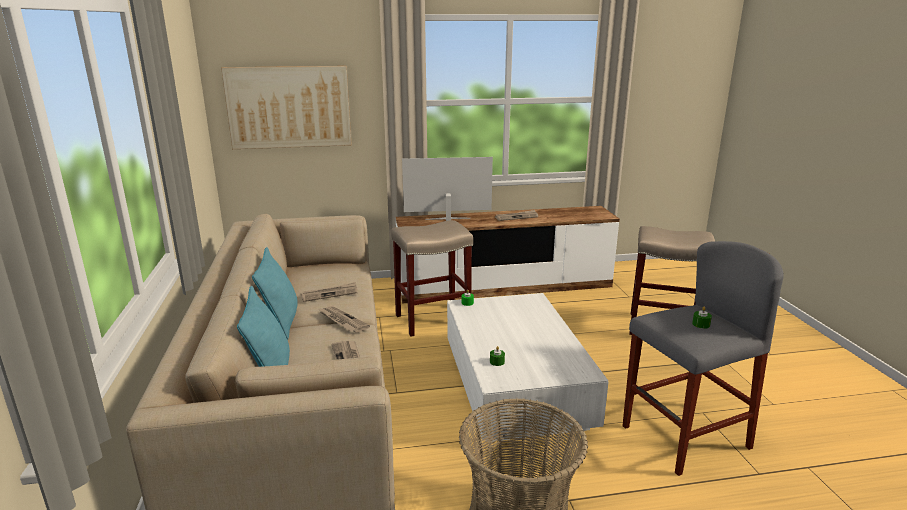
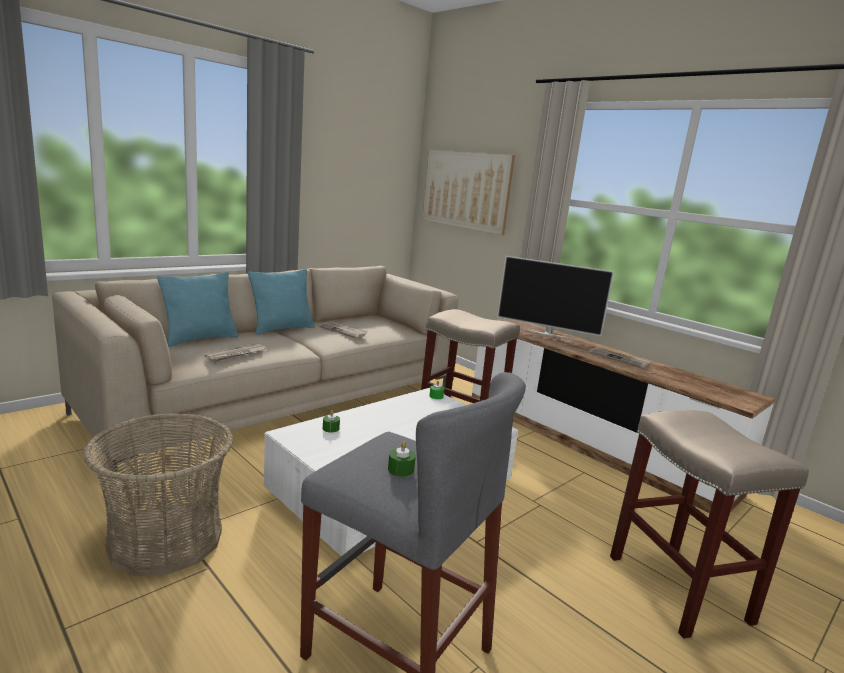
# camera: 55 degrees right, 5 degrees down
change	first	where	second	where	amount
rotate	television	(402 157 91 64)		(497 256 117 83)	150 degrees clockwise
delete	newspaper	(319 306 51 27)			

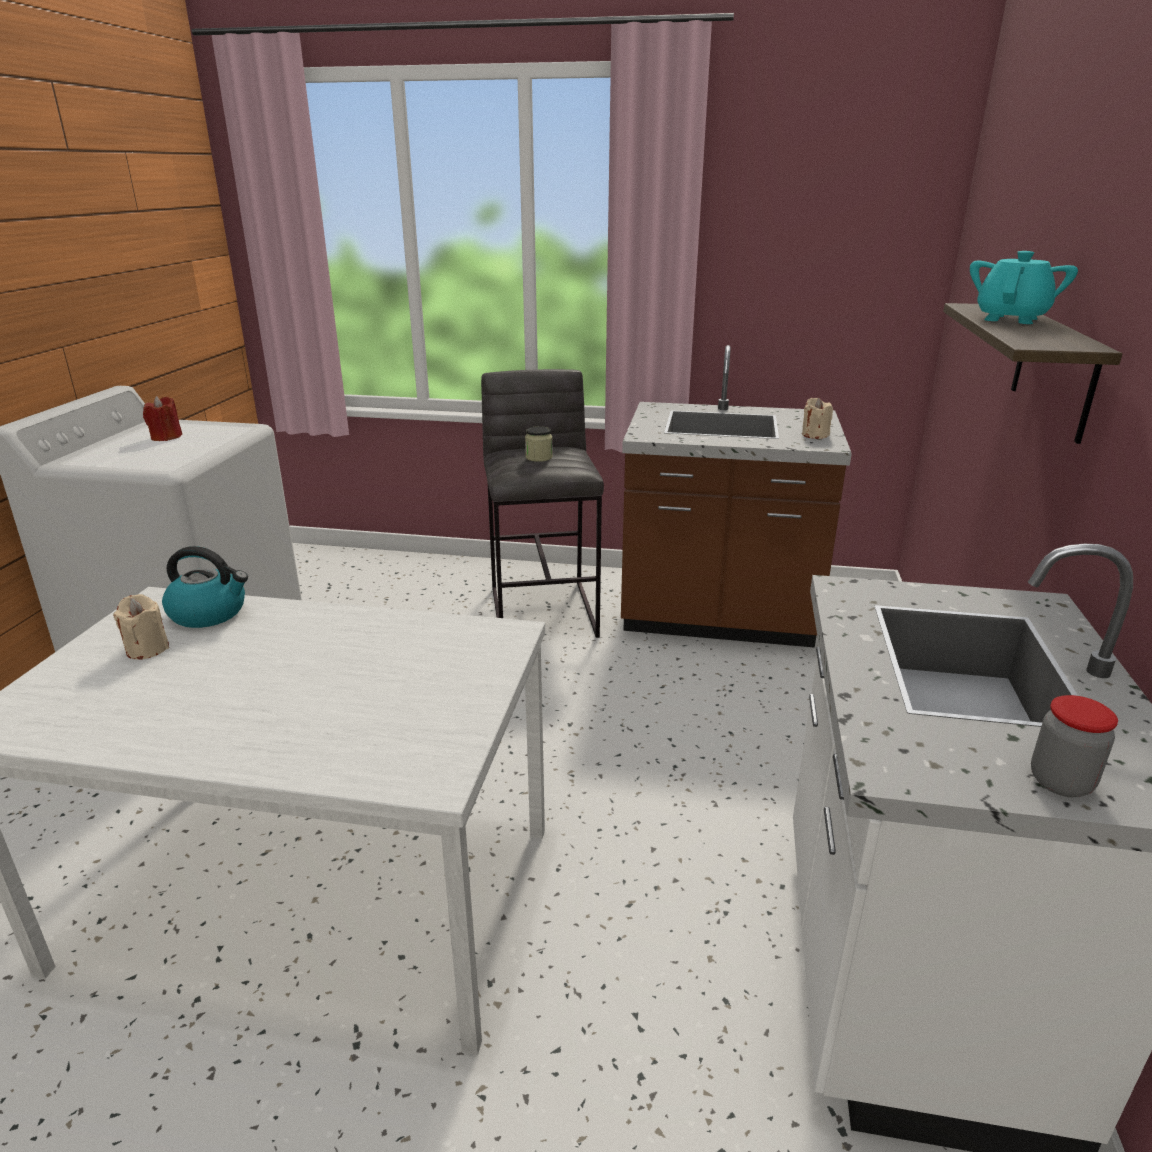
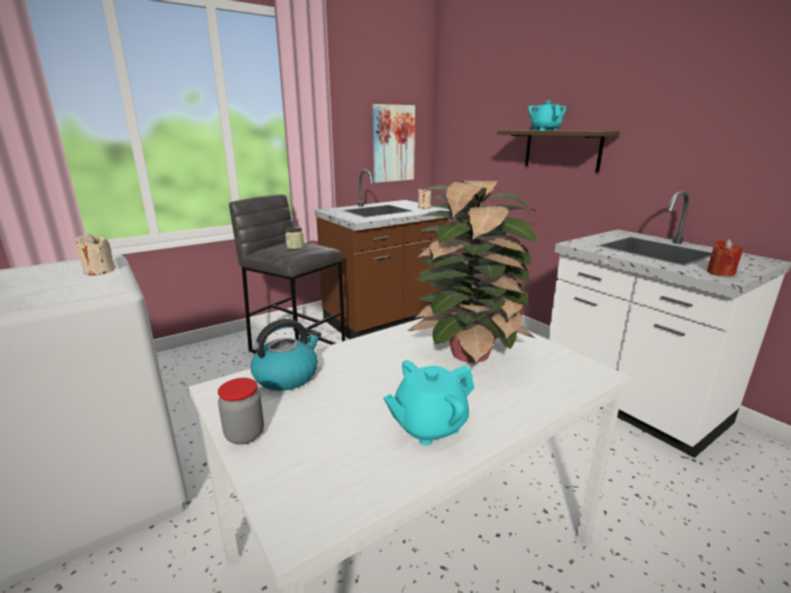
# camera: 45 degrees left, 5 degrees down
change	first	where	second	where	amount
move	candle/red	(143 396 39 45)		(707 239 36 38)	
move	candle/beige	(113 594 56 65)		(76 234 39 41)	
move	jar	(1031 695 87 102)		(218 378 46 67)	
insert			picture	(373 104 42 79)	
insert			potted plant	(408 181 129 184)	
insert			teapot/turquoise	(383 360 91 85)	

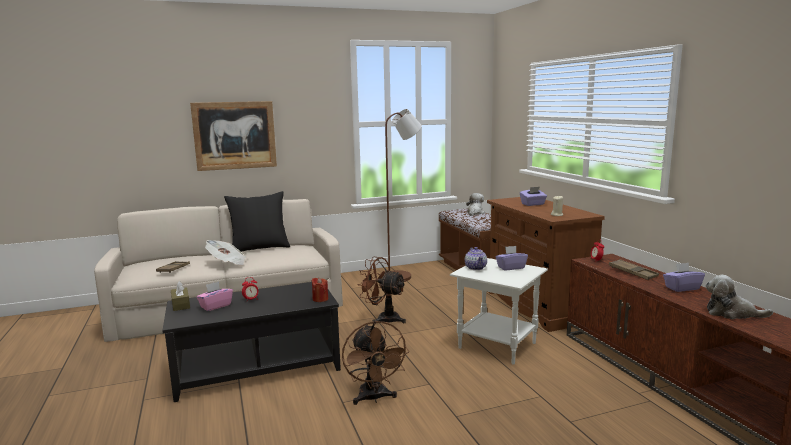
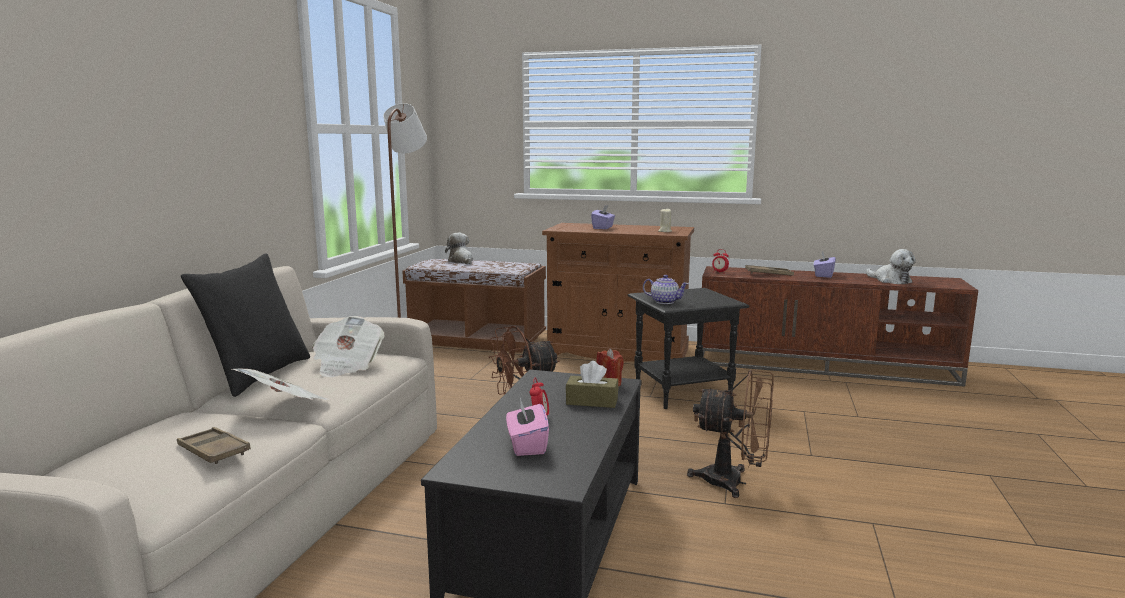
# camera: 55 degrees left, 0 degrees up
change	first	where	second	where	amount
delete	picture	(190 101 87 70)			
delete	tissue box/purple	(495 246 33 24)			
recolor	side table/white	(450 258 98 107)	side table/black	(628 288 121 121)	
rotate	plush toy	(706 275 67 44)		(866 249 50 35)	90 degrees counterclockwise
move	tissue box/brown	(171 281 19 30)		(566 361 52 47)	
insert			newspaper	(312 316 73 61)	

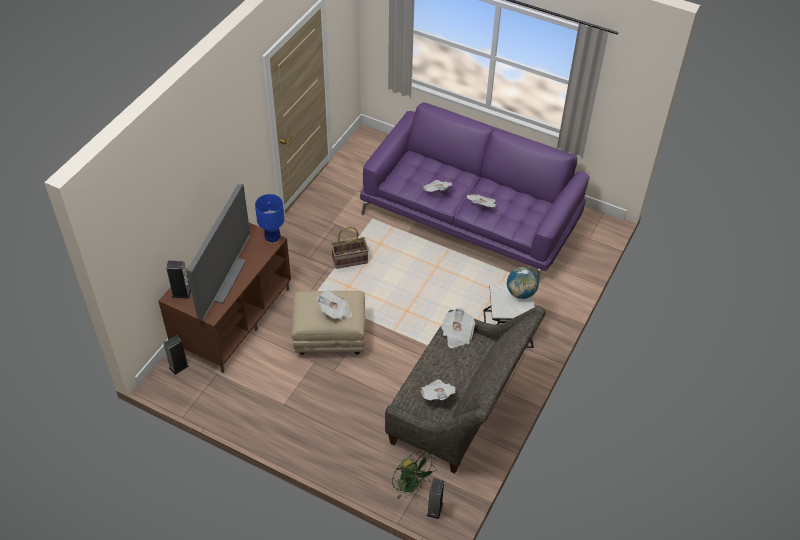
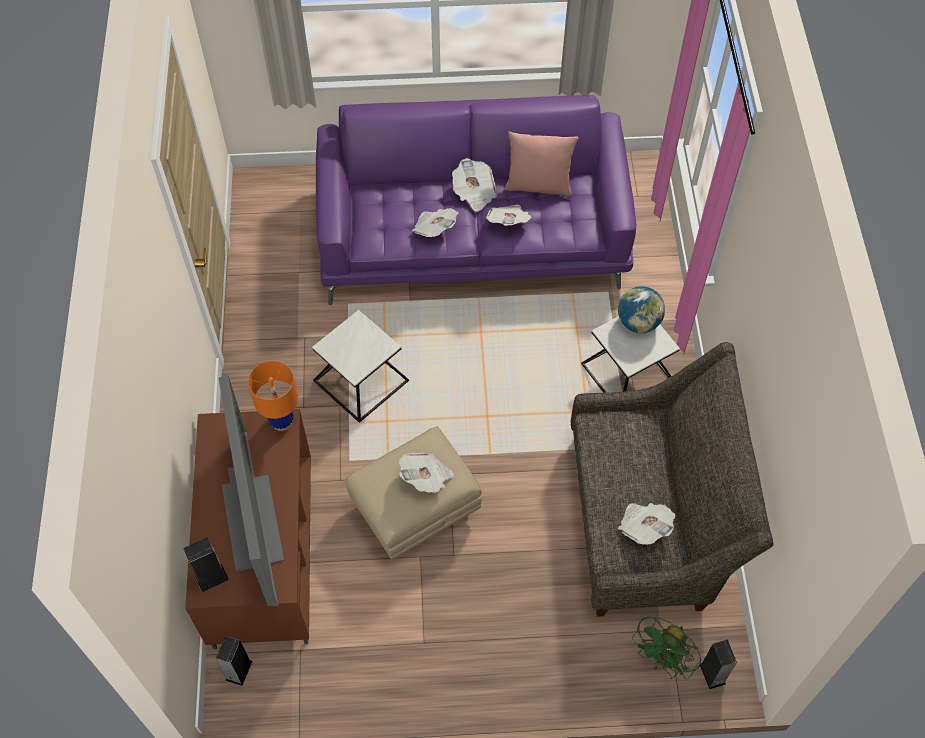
# camera: 30 degrees left, 10 degrees up
change	first	where	second	where	amount
recolor	table lamp/blue	(255 194 29 50)	table lamp/orange	(248 361 50 70)	
replace	basket	(331 227 38 42)	side table	(312 310 97 113)	
move	newspaper	(441 308 34 40)		(452 158 45 54)	
rotate	fan/green	(392 451 45 48)		(632 616 69 63)	105 degrees clockwise
insert			pillow/pink	(504 132 74 65)	

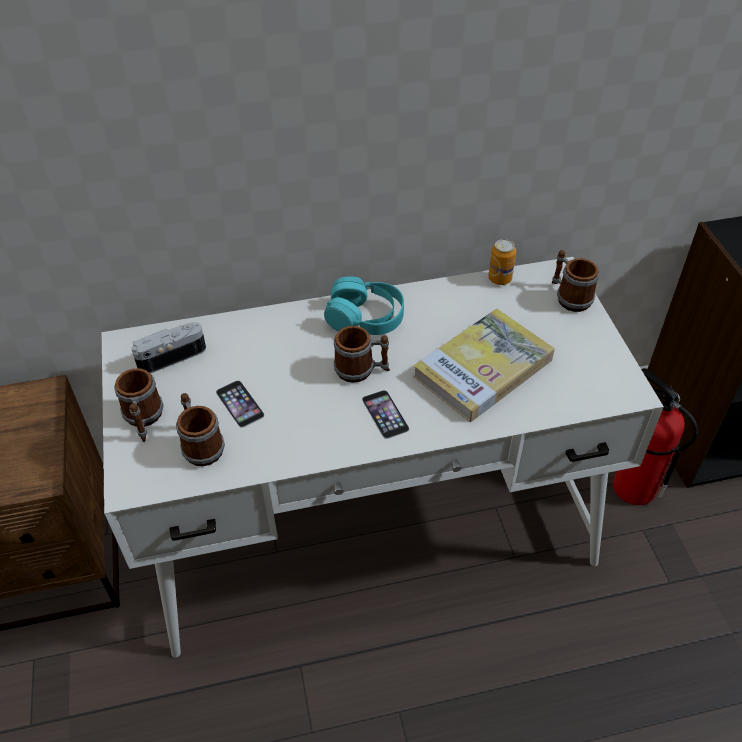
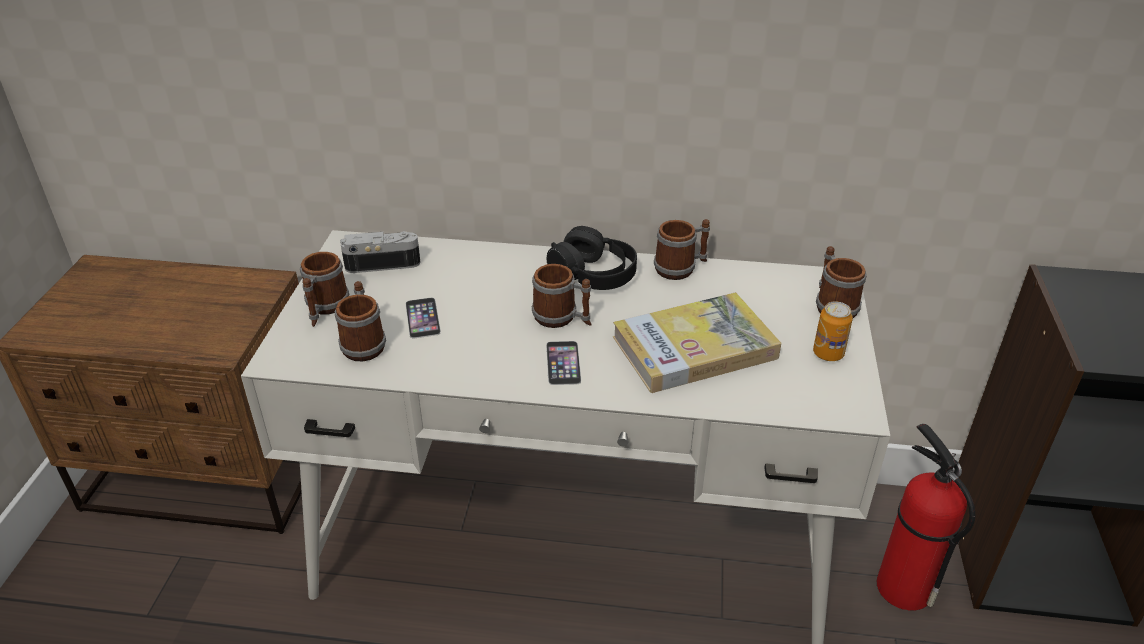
# camera: 20 degrees right, 10 degrees down
change	first	where	second	where	amount
move	can	(488 239 28 46)		(813 301 40 60)	
recolor	headphones/turquoise	(324 276 80 59)	headphones/black	(547 226 90 64)	
insert			mug	(654 219 56 61)	

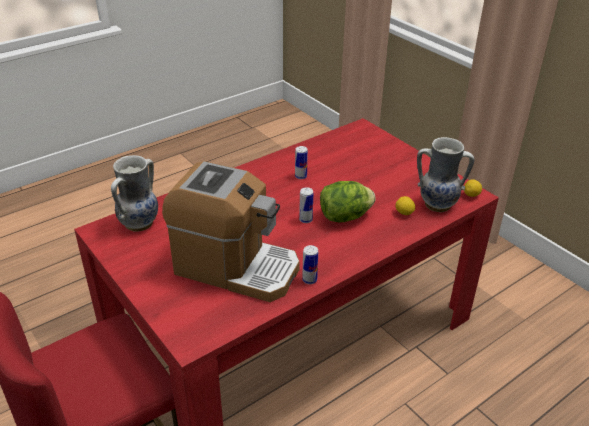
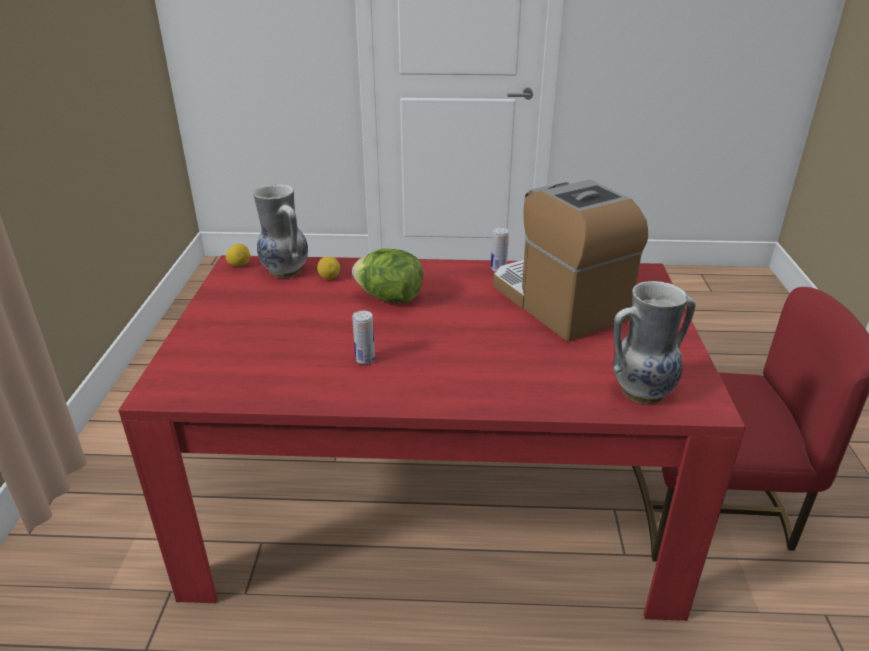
# camera: 140 degrees left, 5 degrees down
change	first	where	second	where	amount
delete	can	(299 187 14 36)			

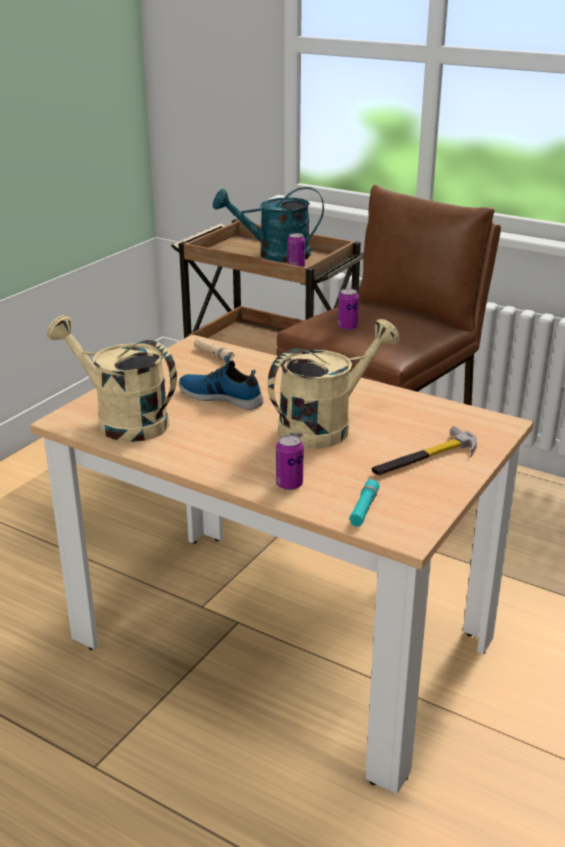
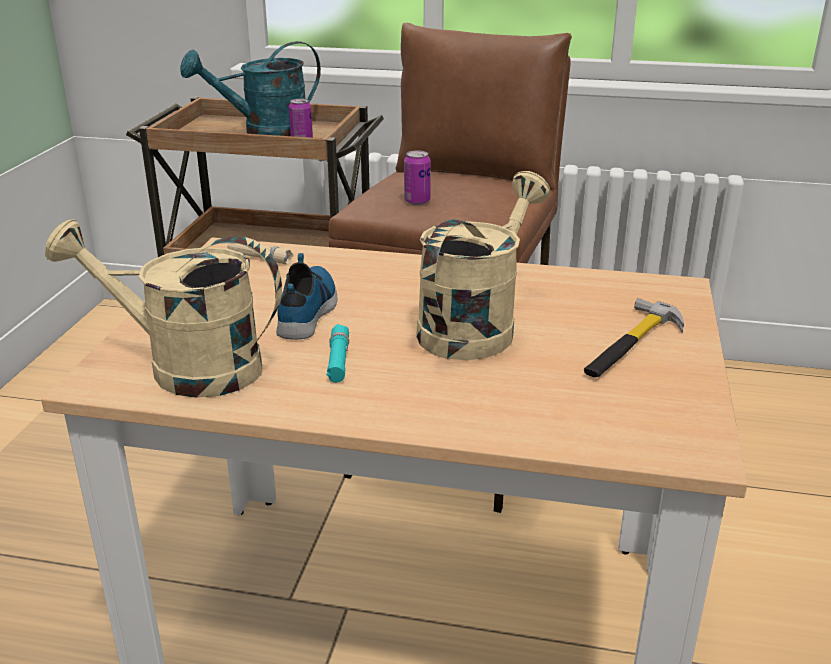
# camera: 20 degrees left, 0 degrees up
change	first	where	second	where	amount
rotate	shoe	(179 355 84 55)		(276 253 62 87)	90 degrees clockwise
delete	can	(276 435 28 55)			
move	flashlight/turquoise	(349 479 30 48)		(327 324 22 59)	

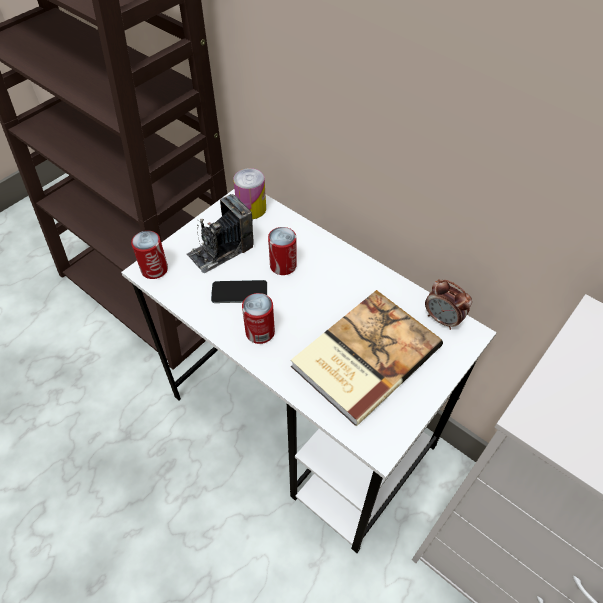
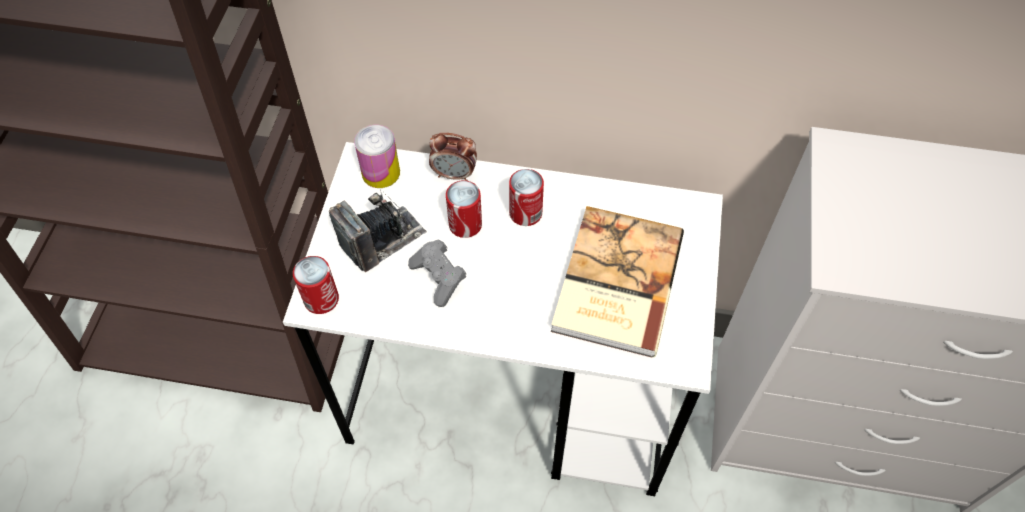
# camera: 30 degrees left, 5 degrees up
change	first	where	second	where	amount
rotate	photo camera	(186 194 67 79)		(329 190 98 82)	150 degrees counterclockwise
move	alarm clock	(425 279 47 51)		(429 133 48 48)	
replace	phone	(211 280 56 23)	game controller/grey	(408 240 59 67)	
move	can	(242 293 33 51)		(509 169 35 57)	

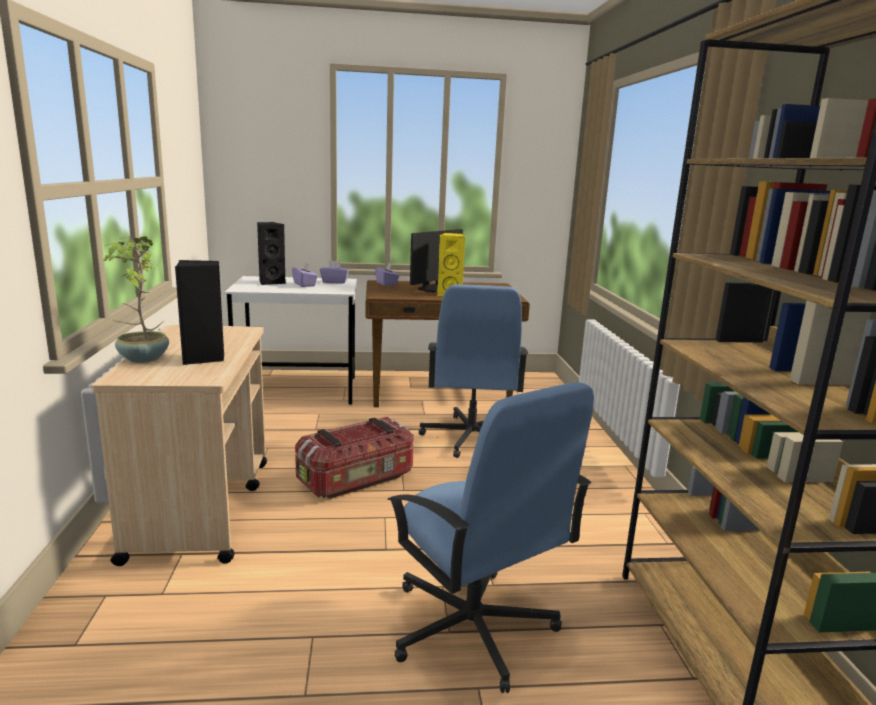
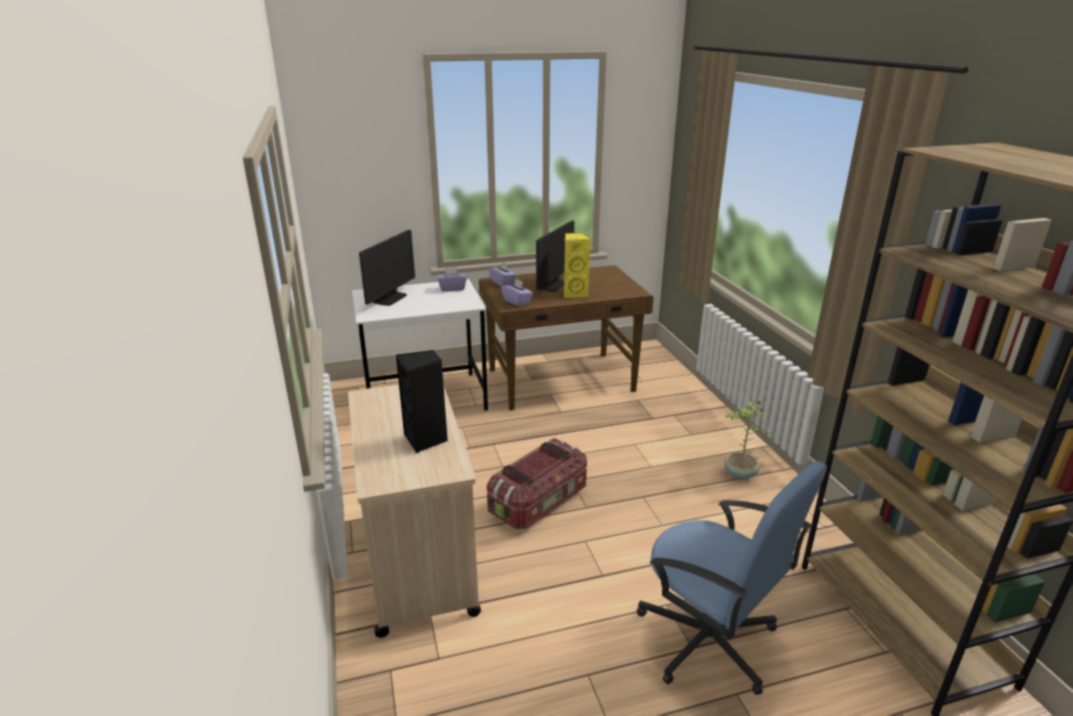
# camera: 10 degrees left, 10 degrees up
change	first	where	second	where	amount
replace	speaker/black	(257 222 28 63)	monitor	(359 230 56 76)	
move	potted plant	(103 236 66 127)		(724 399 48 81)	
move	tissue box/purple	(292 263 26 24)		(501 279 32 28)	
delete	office chair/blue	(419 284 109 174)			

